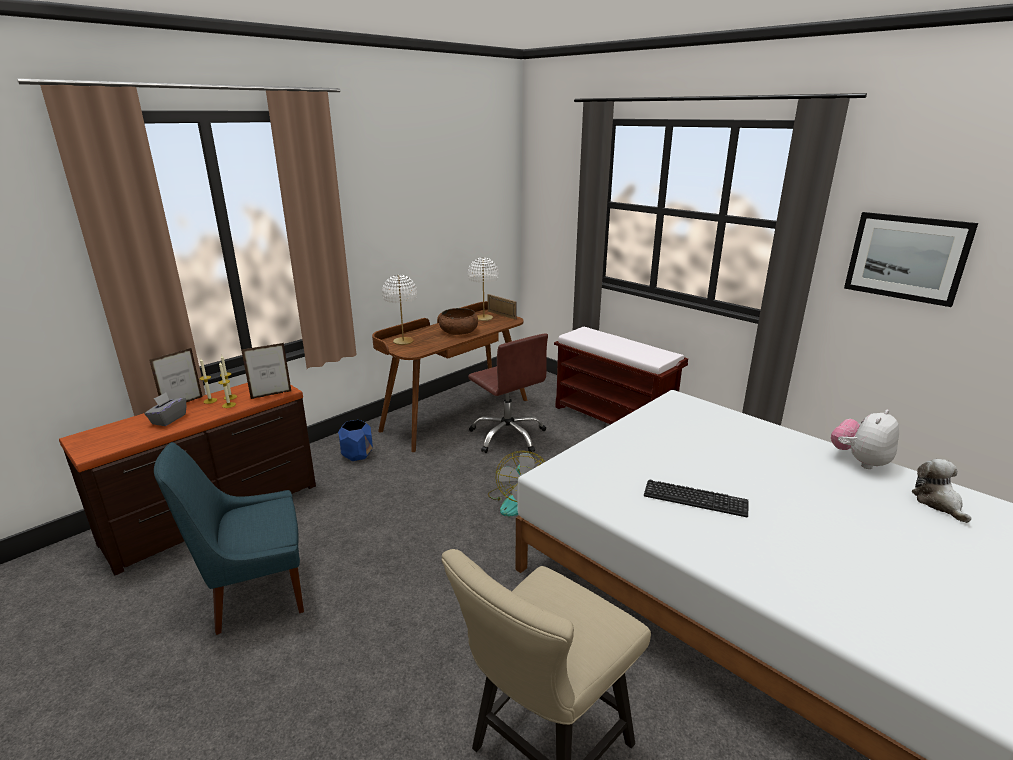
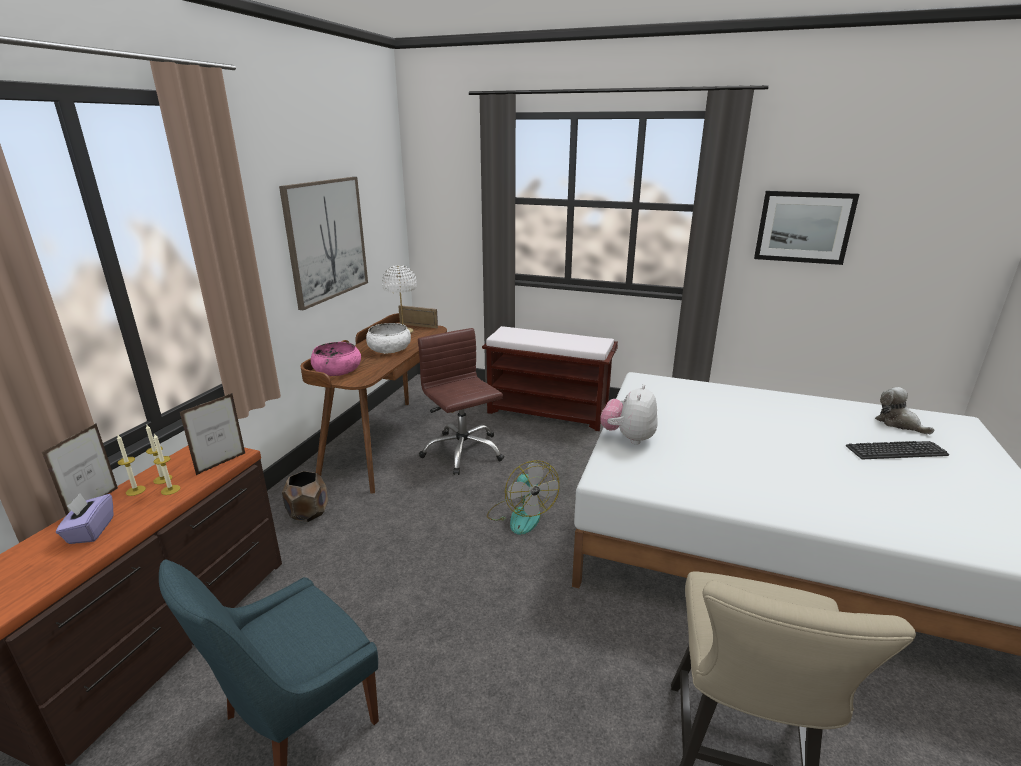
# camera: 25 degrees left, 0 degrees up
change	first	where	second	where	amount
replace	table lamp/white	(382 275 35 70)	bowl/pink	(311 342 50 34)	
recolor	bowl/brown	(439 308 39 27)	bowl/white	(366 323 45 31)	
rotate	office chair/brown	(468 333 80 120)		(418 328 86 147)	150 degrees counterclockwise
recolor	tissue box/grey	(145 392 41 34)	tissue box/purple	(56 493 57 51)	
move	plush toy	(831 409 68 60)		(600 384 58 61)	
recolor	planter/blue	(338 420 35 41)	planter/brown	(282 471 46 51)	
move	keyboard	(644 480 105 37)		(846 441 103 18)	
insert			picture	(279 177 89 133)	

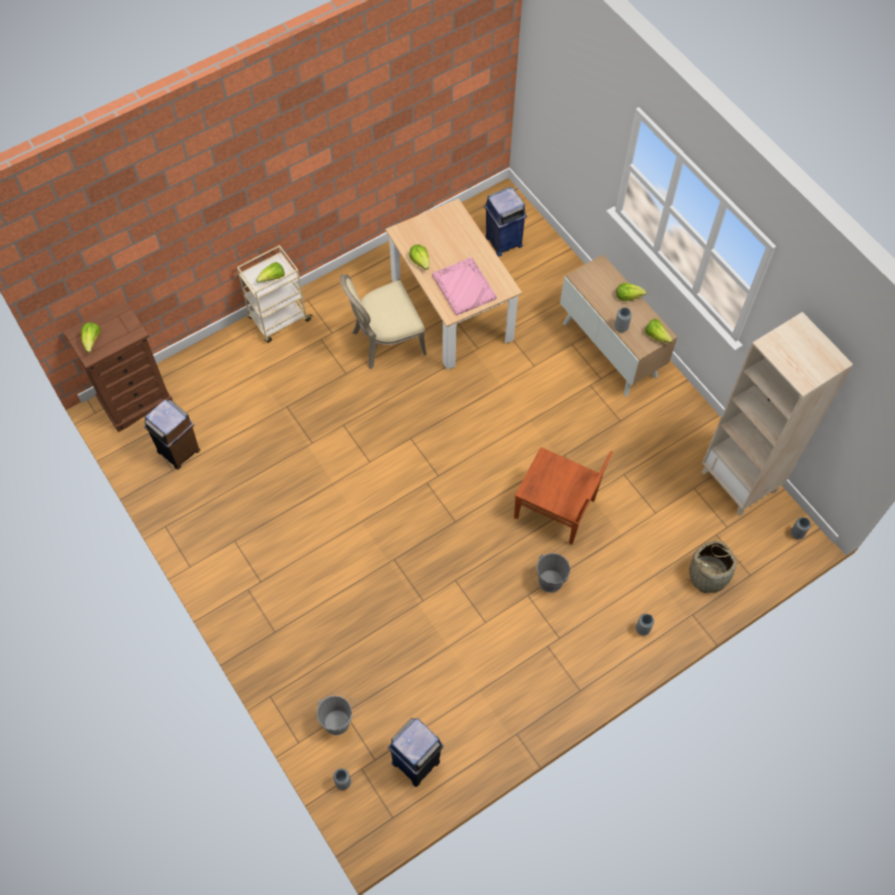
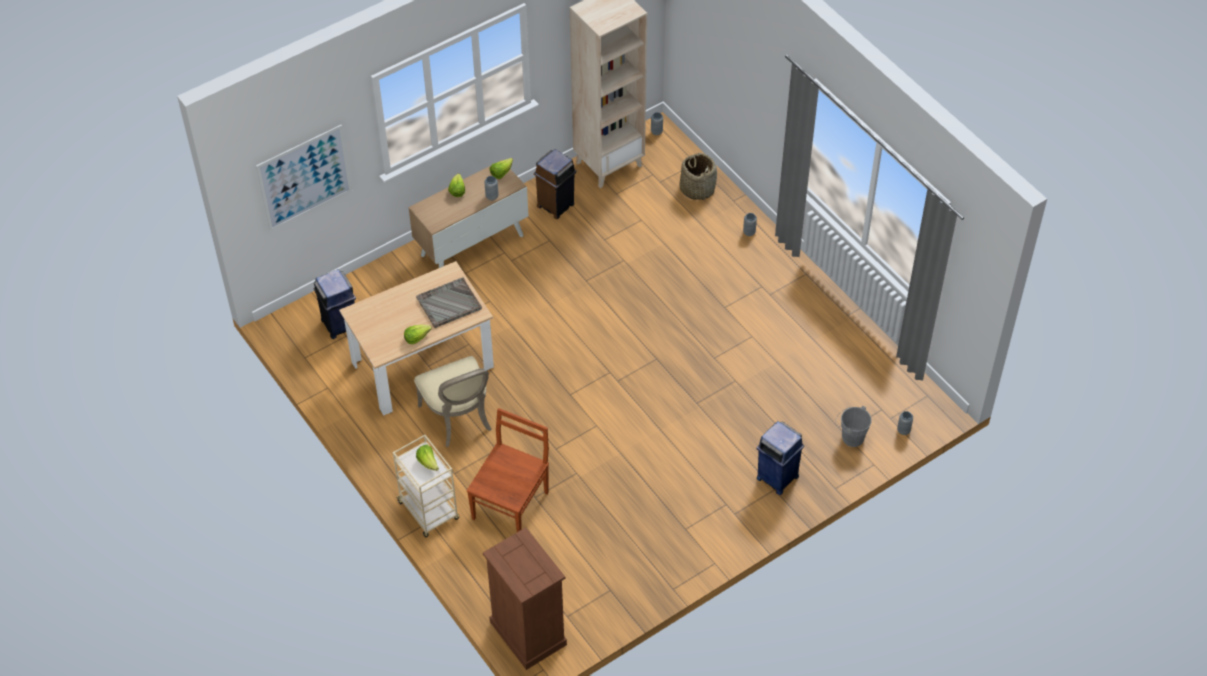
# camera: 90 degrees left, 10 degrees down
change	first	where	second	where	amount
recolor	tray/pink	(432 257 65 58)	tray/grey	(416 277 66 51)	
delete	lettuce	(81 322 20 31)			
move	trash can/brown	(144 399 56 71)		(534 149 43 70)	
move	chair/brown	(514 447 99 98)		(467 408 82 124)	
delete	bucket/grey	(531 553 39 40)			
move	trash can/blue	(388 718 56 69)		(756 421 48 74)	
insert			picture	(256 125 96 106)	

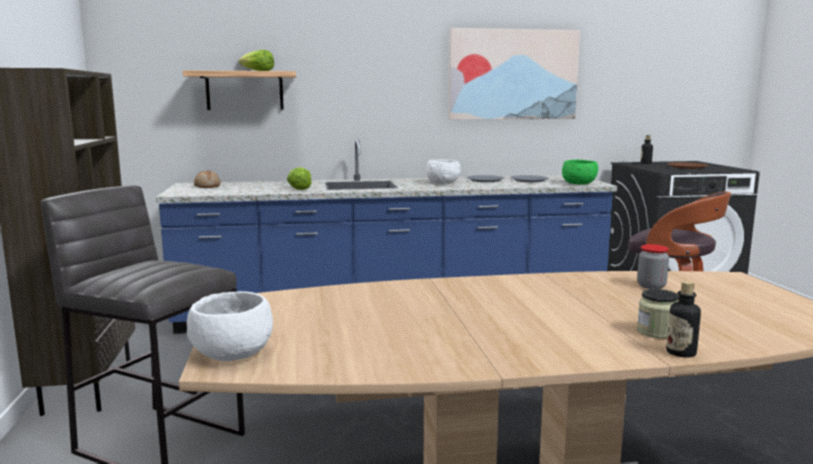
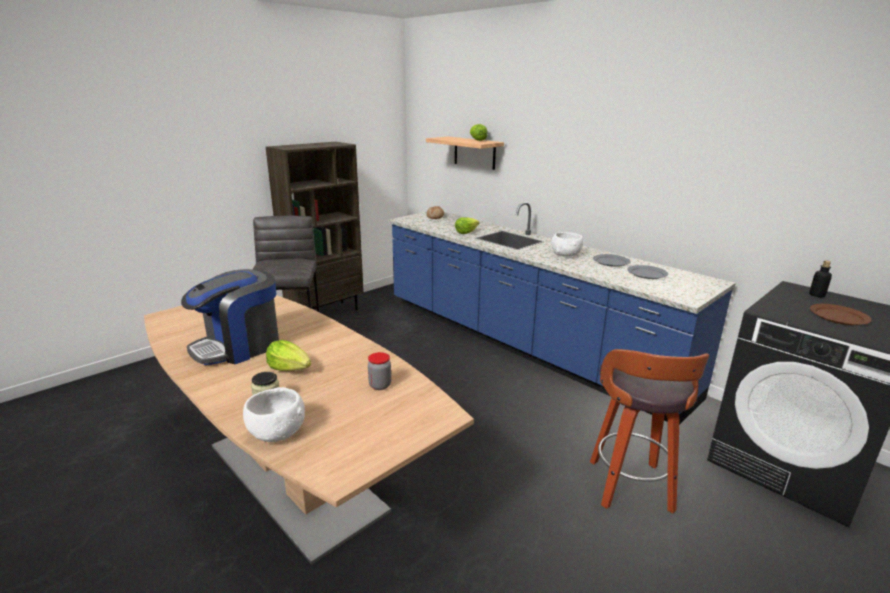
# camera: 55 degrees right, 10 degrees up
change	first	where	second	where	amount
delete	picture	(448 28 132 92)			
delete	bowl/green	(562 160 36 25)			
delete	bottle	(666 281 35 77)			
move	bowl/white	(187 291 86 70)		(243 387 62 55)	
insert			coffee machine	(181 269 98 96)	
insert			lettuce	(266 340 45 31)	

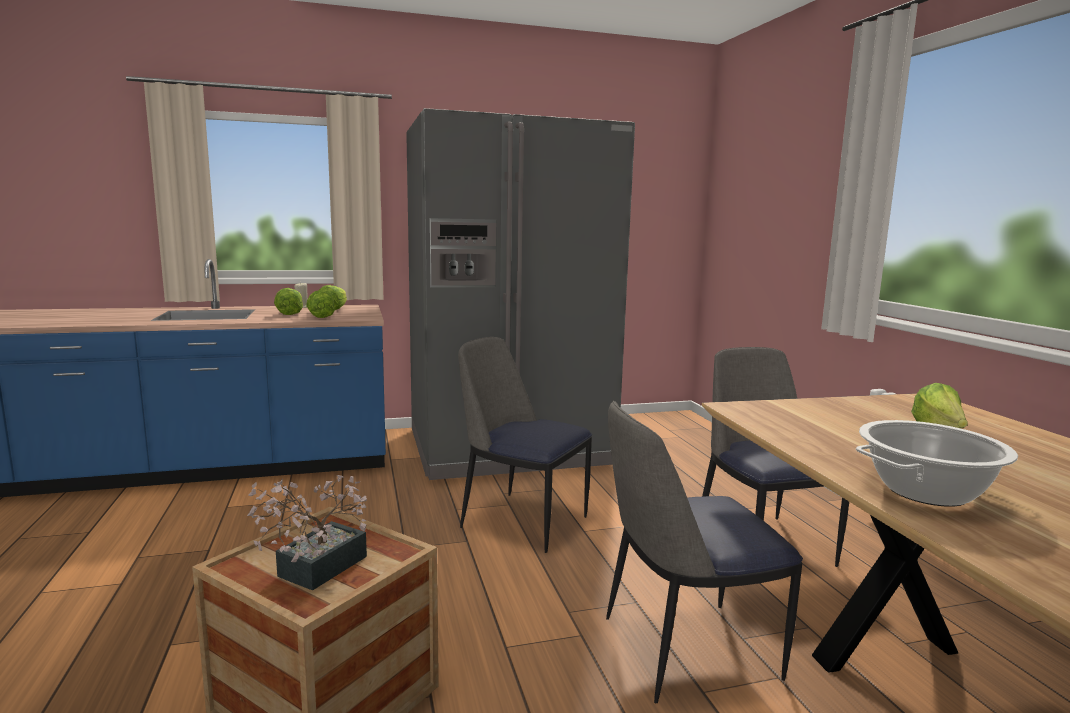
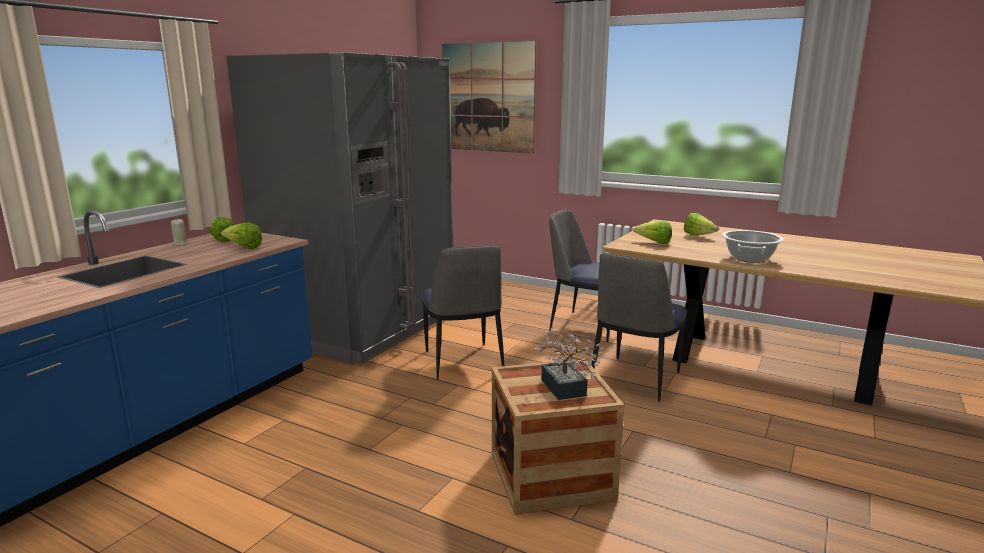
# camera: 45 degrees left, 5 degrees up
change	first	where	second	where	amount
move	lettuce	(274 288 29 27)		(634 221 38 23)	
rotate	chair	(458 337 134 216)		(422 245 82 135)	90 degrees counterclockwise
insert			picture	(442 41 94 113)	

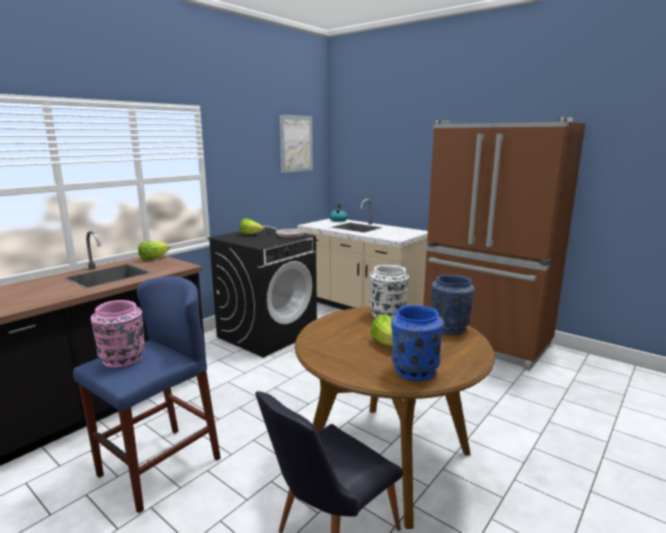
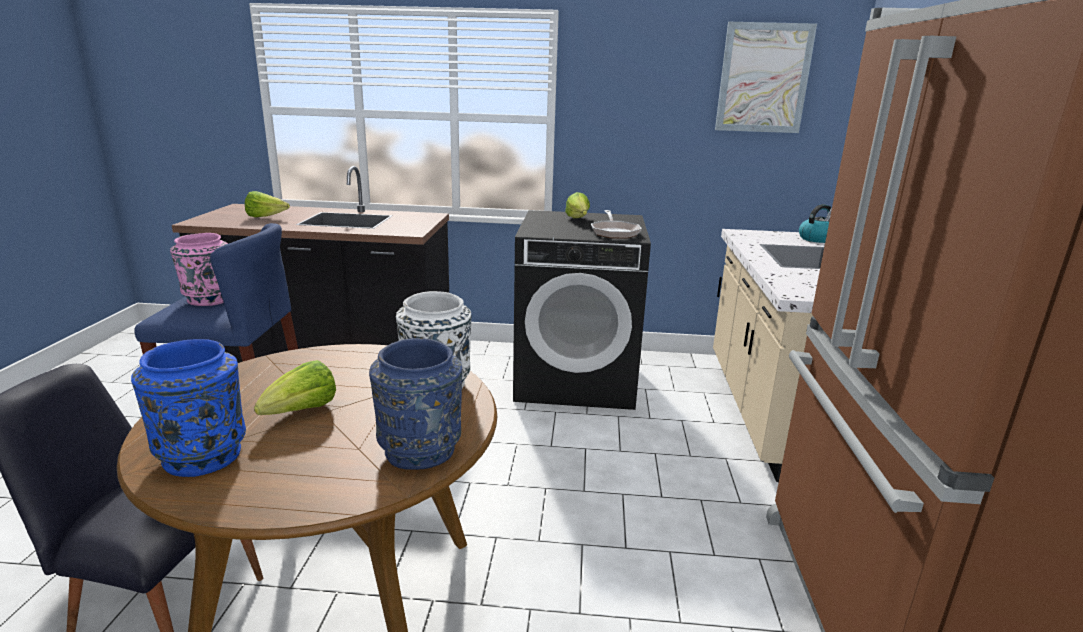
# camera: 55 degrees right, 5 degrees up
change	first	where	second	where	amount
move	lettuce	(138 241 32 20)		(245 191 45 26)	

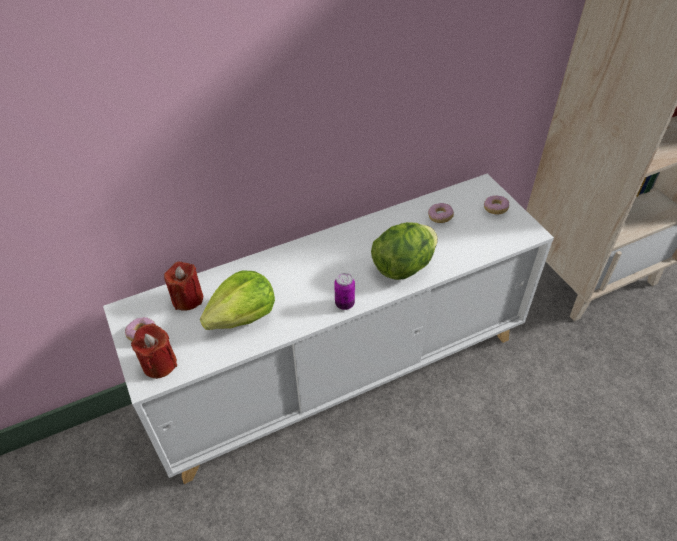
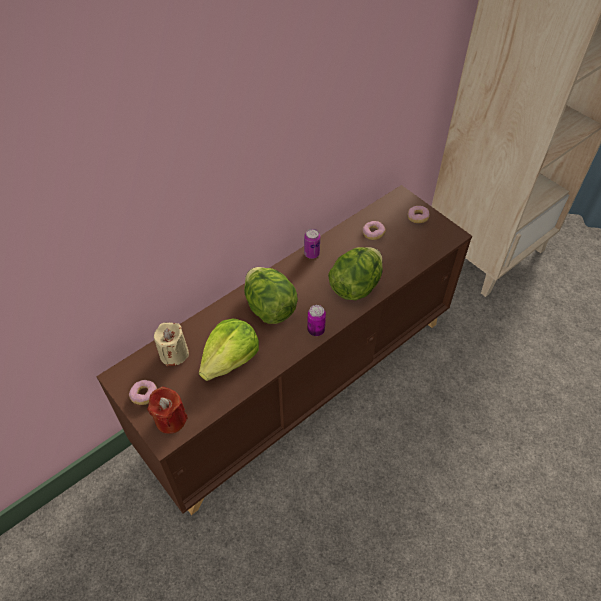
# camera: 15 degrees left, 5 degrees up
change	first	where	second	where	amount
recolor	cabinet/white	(103 174 451 310)	cabinet/brown	(96 185 376 330)	
recolor	candle/red	(164 262 39 49)	candle/beige	(154 323 35 43)	
insert			can	(304 229 16 30)	
insert			lettuce	(244 267 54 57)	

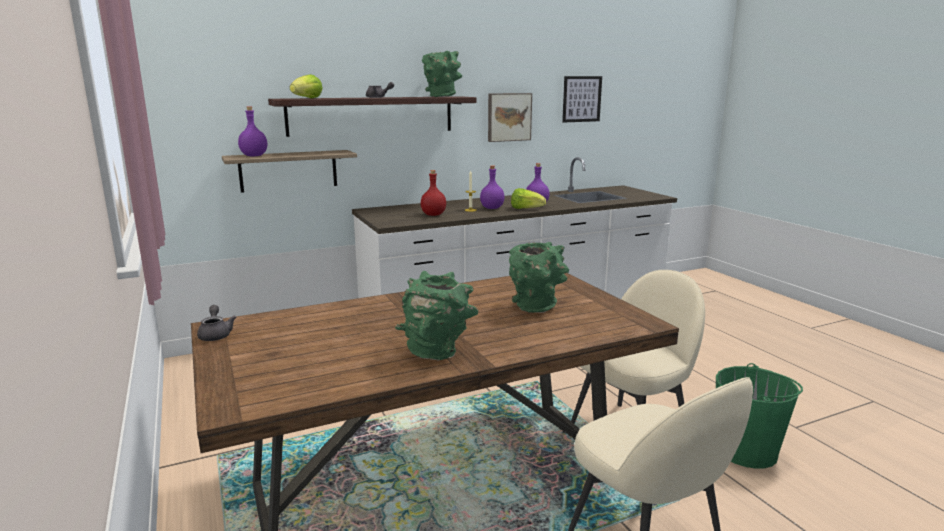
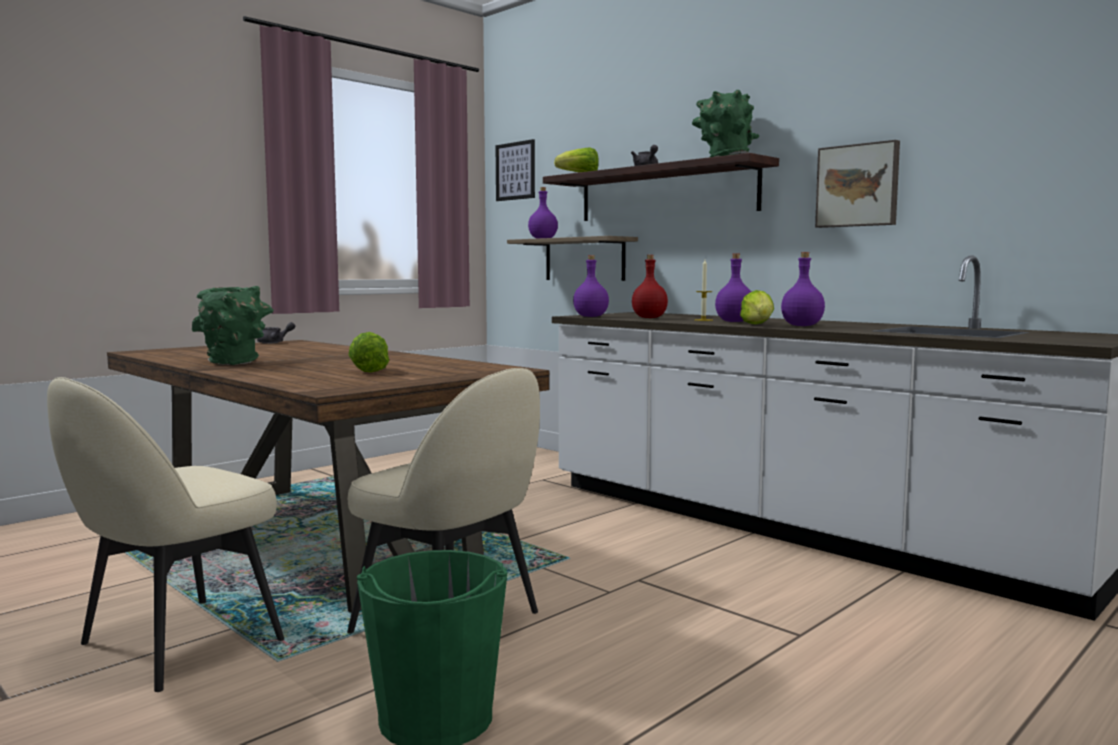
# camera: 70 degrees right, 10 degrees down
change	first	where	second	where	amount
move	picture	(562 76 40 46)		(496 139 39 62)	
replace	vase/green	(509 242 60 71)	lettuce	(348 332 41 41)	
insert			bottle/purple	(573 255 36 62)	

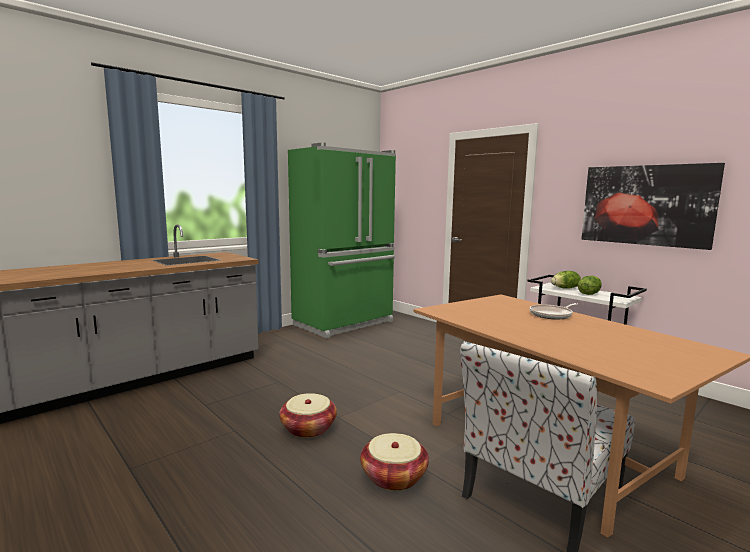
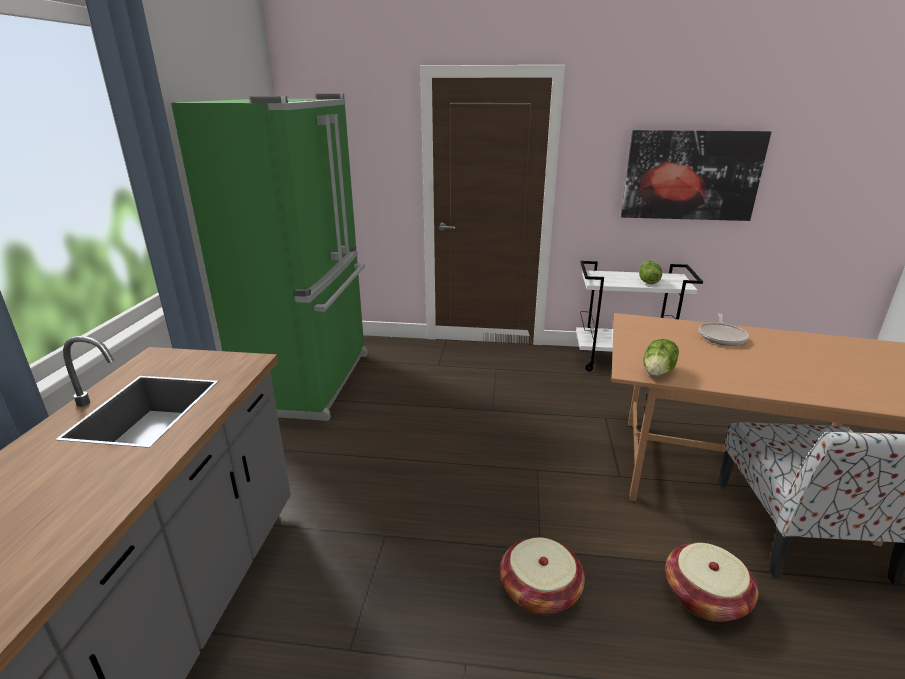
# camera: 40 degrees left, 15 degrees up
change	first	where	second	where	amount
move	lettuce	(551 271 30 18)		(643 339 36 37)	

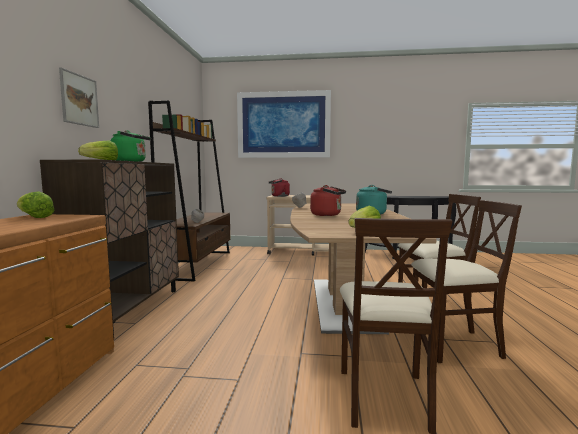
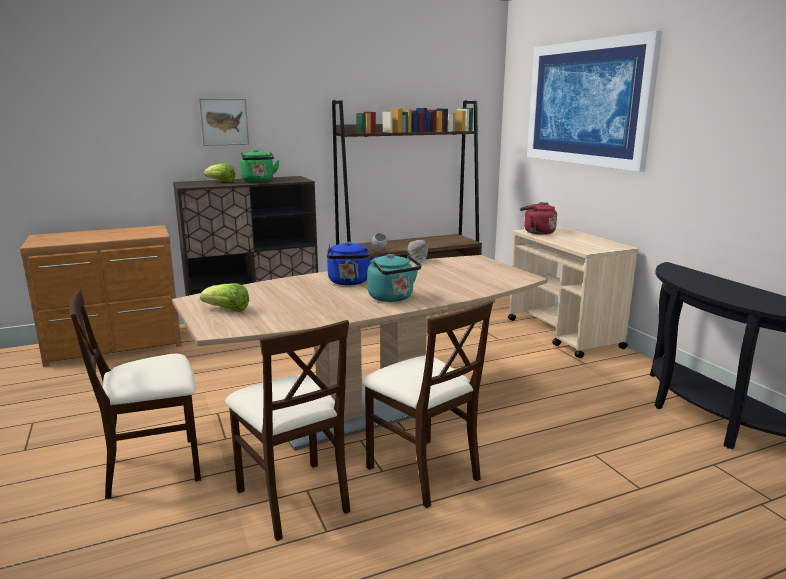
# camera: 60 degrees right, 10 degrees up
change	first	where	second	where	amount
recolor	kettle/red	(310 185 36 31)	kettle/blue	(327 241 52 44)	
delete	lettuce	(17 191 38 27)			

